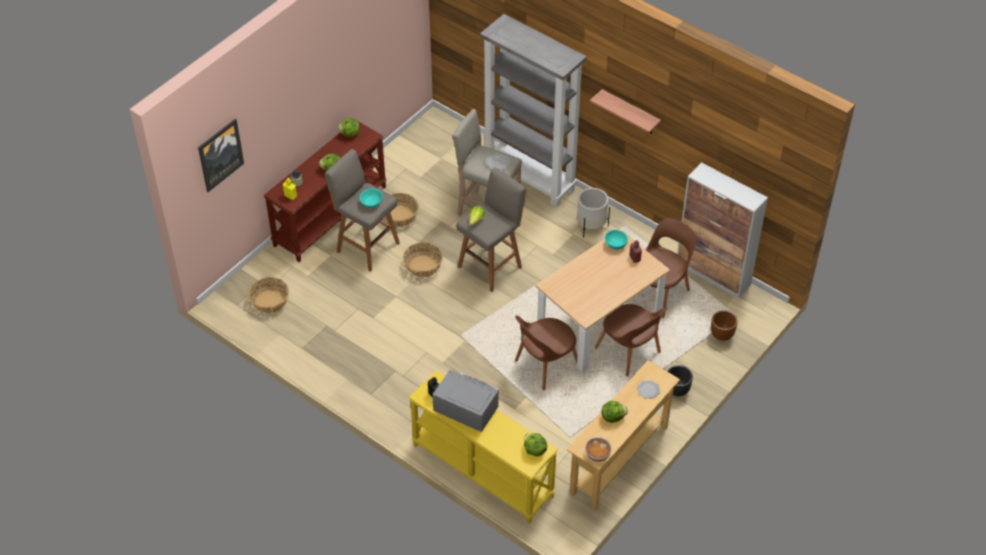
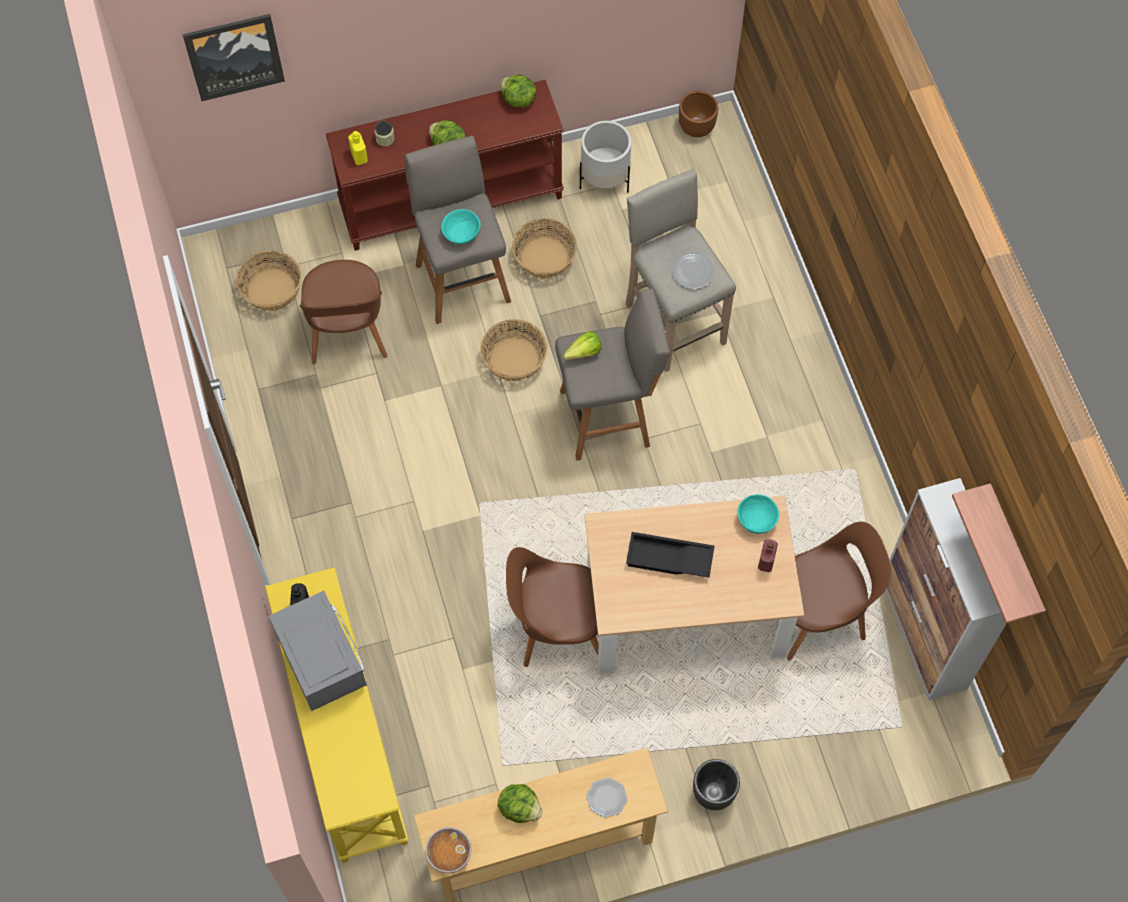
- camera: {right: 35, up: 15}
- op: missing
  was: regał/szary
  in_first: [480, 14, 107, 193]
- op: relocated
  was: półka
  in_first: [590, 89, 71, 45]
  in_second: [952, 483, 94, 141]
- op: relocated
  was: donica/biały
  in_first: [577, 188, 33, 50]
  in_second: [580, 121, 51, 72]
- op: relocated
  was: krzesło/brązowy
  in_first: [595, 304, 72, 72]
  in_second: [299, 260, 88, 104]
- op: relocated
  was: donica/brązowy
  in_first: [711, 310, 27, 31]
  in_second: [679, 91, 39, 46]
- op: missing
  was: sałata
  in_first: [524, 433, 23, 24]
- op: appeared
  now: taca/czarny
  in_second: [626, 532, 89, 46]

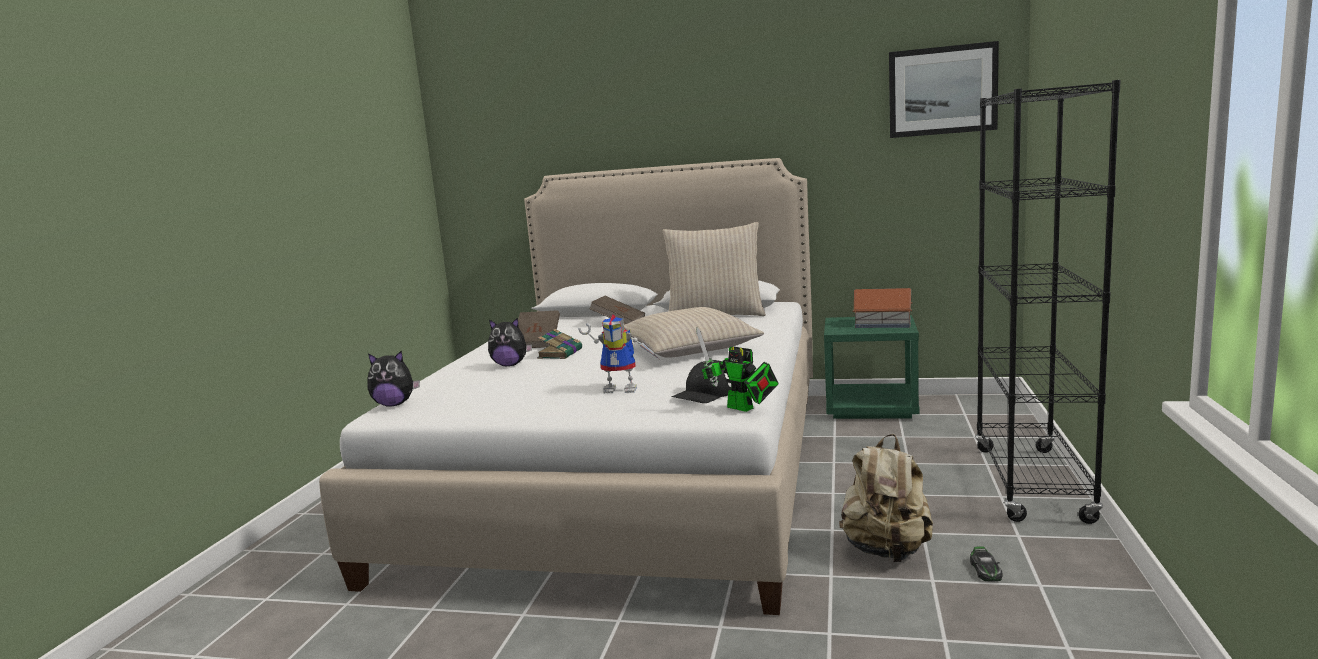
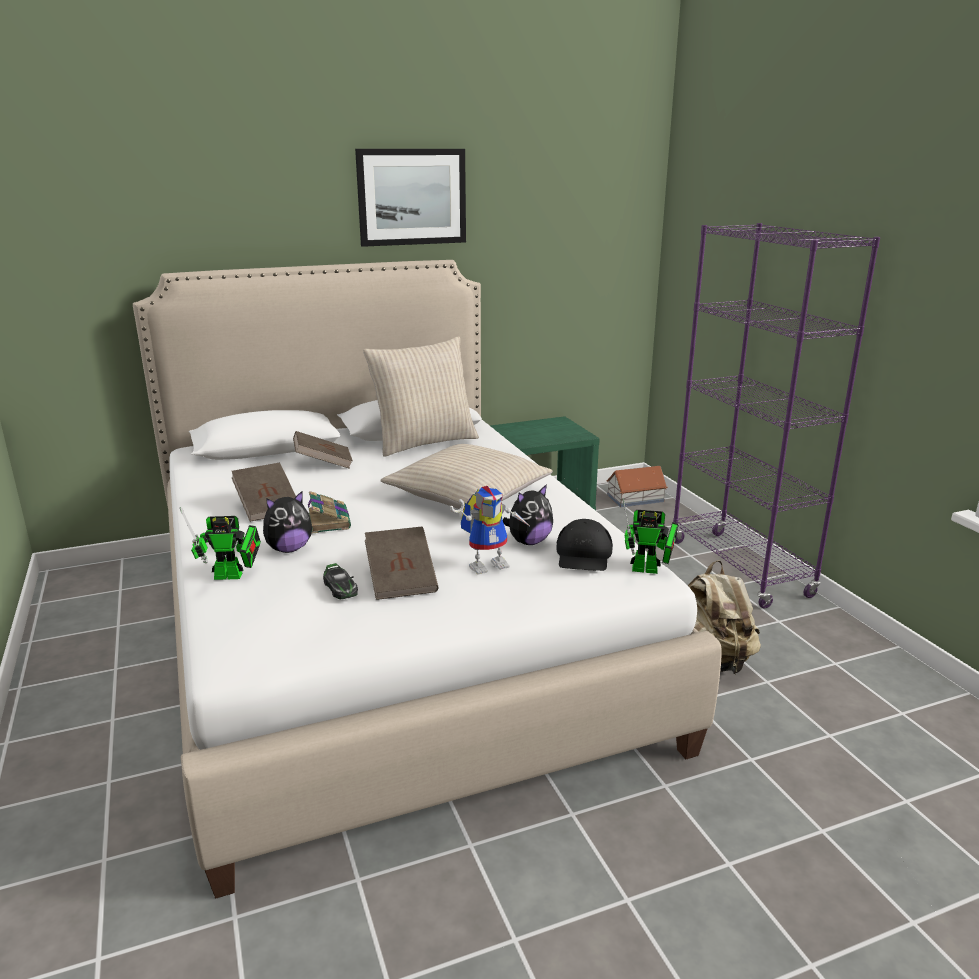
- camera: {right: -35, up: 10}
- op: relocated
  was: obraz
  in_first: [889, 41, 110, 97]
  in_second: [355, 149, 111, 98]
- op: colour
  was: regał/czarny
  now: regał/fioletowy
  in_first: [975, 80, 146, 444]
  in_second: [673, 223, 207, 385]
- op: relocated
  was: domek
  in_first: [853, 288, 59, 40]
  in_second: [607, 466, 61, 41]
- op: relocated
  was: pluszak
  in_first: [368, 351, 52, 56]
  in_second: [503, 484, 50, 61]
- op: relocated
  was: samochodzik
  in_first: [970, 547, 33, 35]
  in_second: [323, 563, 35, 36]
- op: appeared
  now: robot zabawkowy
  in_second: [180, 507, 81, 73]
- op: appeared
  now: książka/brązowy
  in_second: [365, 527, 74, 73]

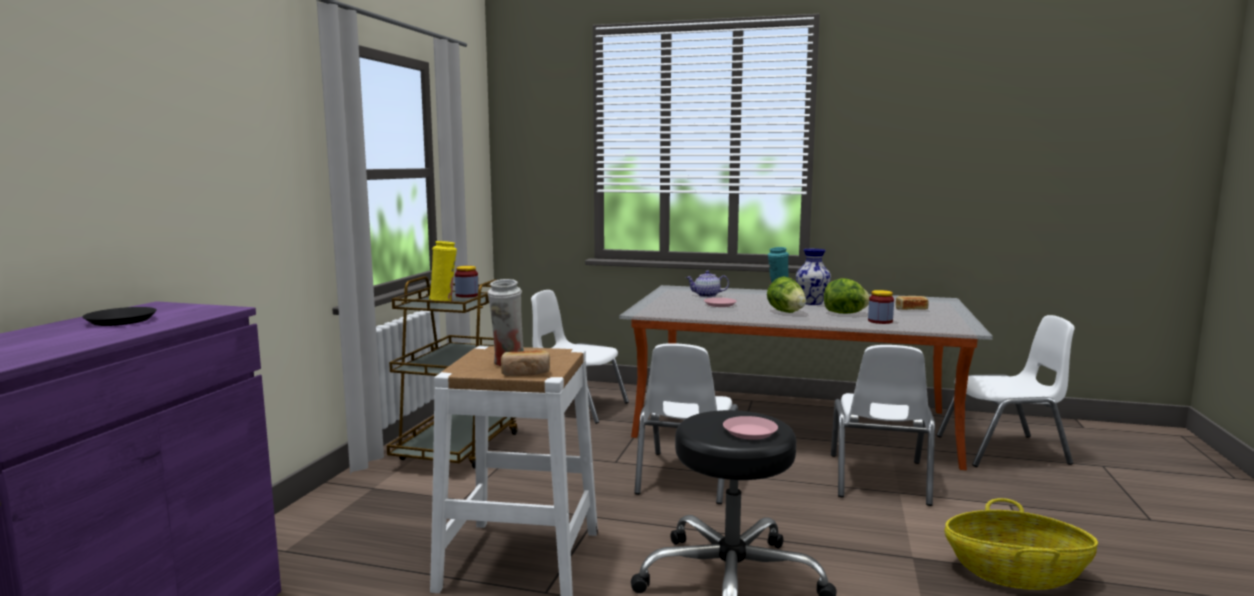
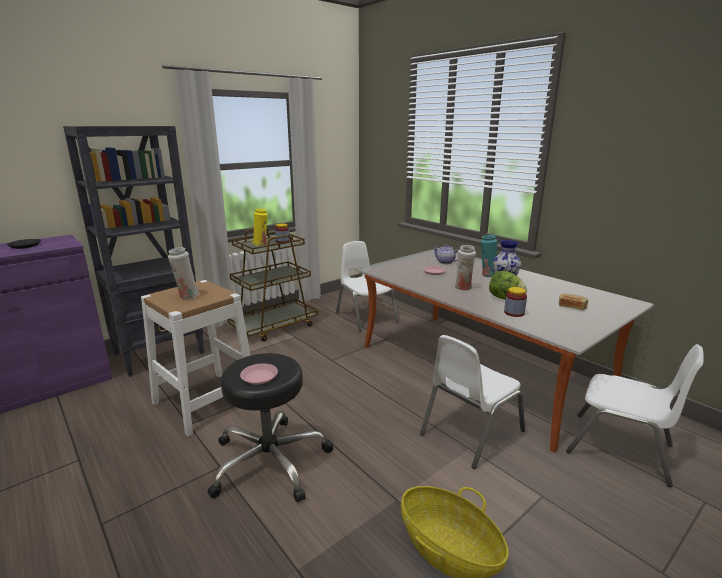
- camera: {right: 35, up: 10}
- op: exchanged
  was: sałata
  now: wazon/biały
  in_first: [767, 277, 39, 36]
  in_second: [455, 245, 21, 45]
- op: missing
  was: krzesło/biały
  in_first: [634, 343, 104, 161]
- op: missing
  was: chleb
  in_first: [501, 350, 49, 26]
- op: appeared
  now: regał/czarny
  in_second: [63, 126, 142, 251]

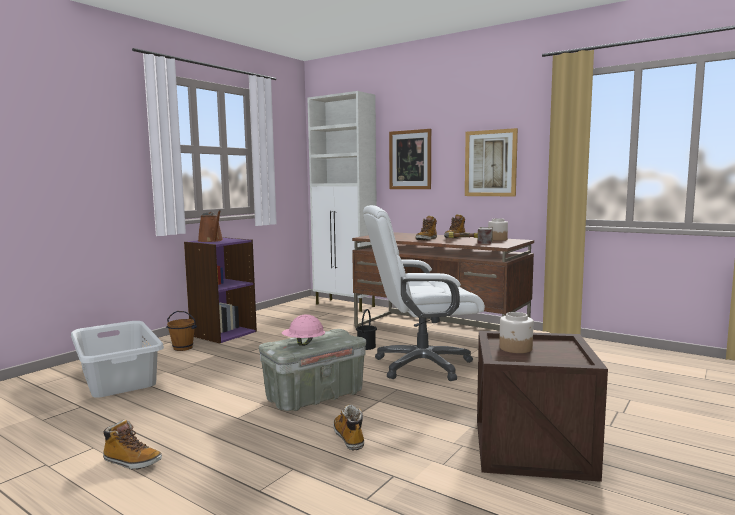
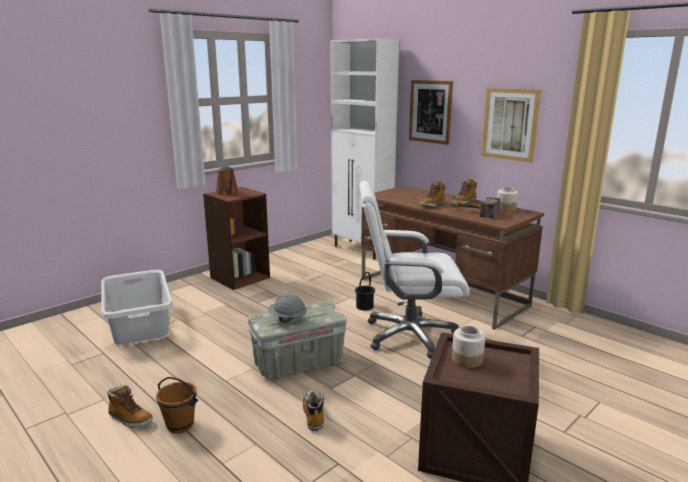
- camera: {right: 10, up: 10}
- op: colour
  was: regał/fioletowy
  now: regał/brązowy
  in_first: [184, 237, 73, 107]
  in_second: [203, 187, 67, 103]
- op: relocated
  was: wiadro/brązowy
  in_first: [166, 311, 31, 40]
  in_second: [156, 377, 42, 56]
- op: colour
  was: kask/różowy
  now: kask/szary
  in_first: [282, 314, 43, 32]
  in_second: [267, 294, 40, 29]

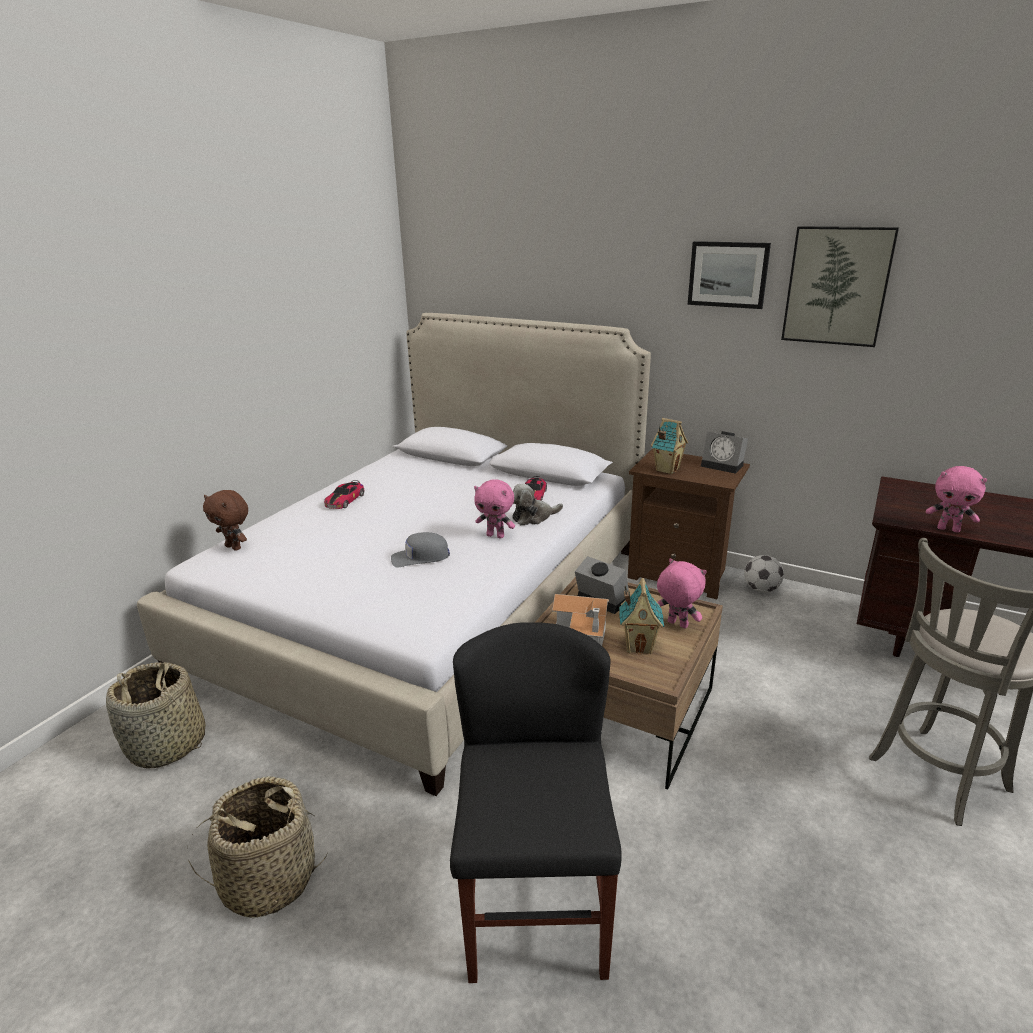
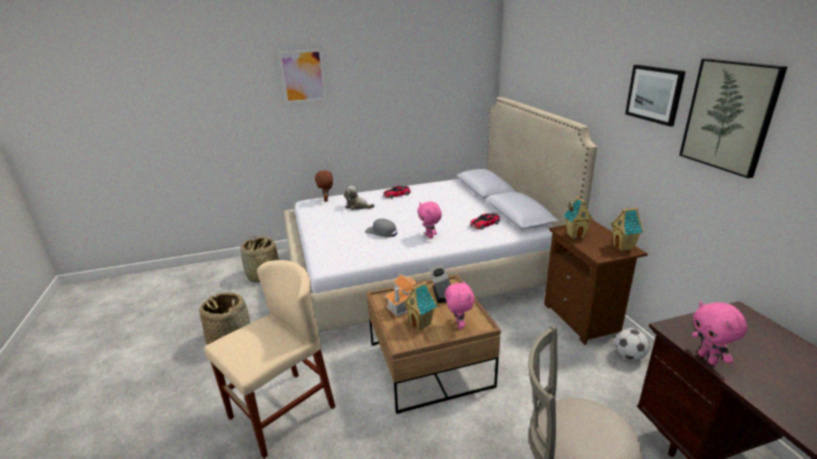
- camera: {right: 45, up: 0}
- op: exchanged
  was: budzik
  now: domek
  in_first: [701, 431, 47, 43]
  in_second: [610, 208, 34, 43]
- op: relocated
  was: pluszak
  in_first: [512, 484, 51, 42]
  in_second: [344, 186, 31, 24]
- op: colour
  was: krzesło/czarny
  now: krzesło/beżowy
  in_first: [450, 622, 172, 361]
  in_second: [204, 260, 131, 198]
- op: appeared
  now: obraz
  in_second: [279, 49, 48, 54]

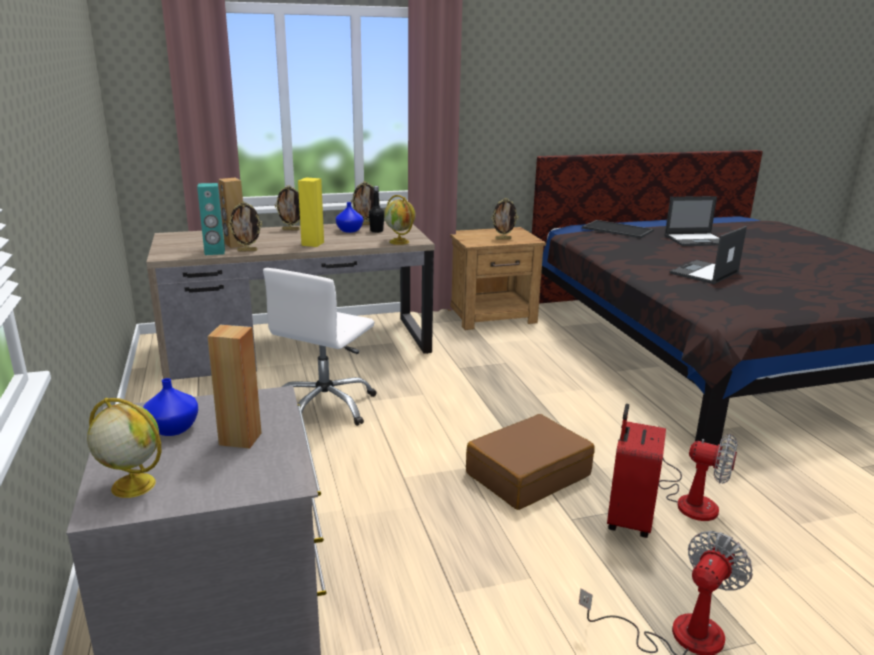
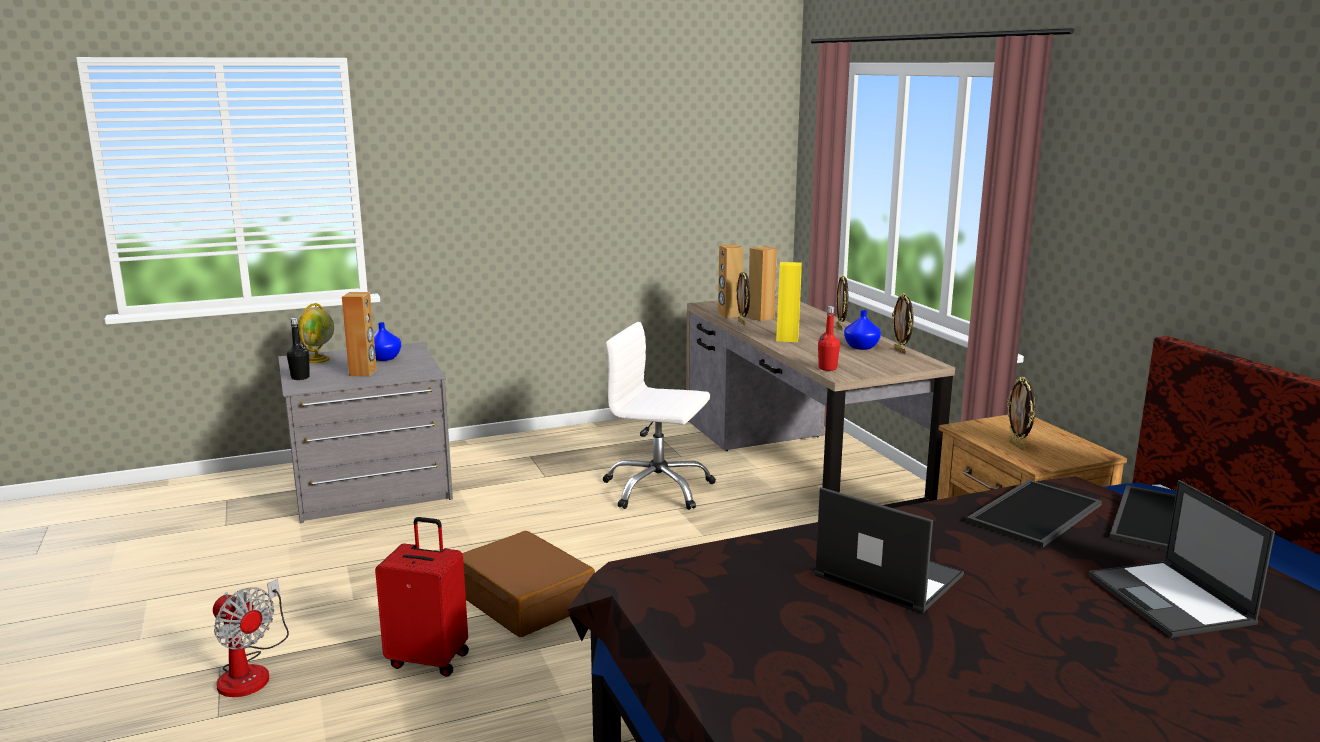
- camera: {right: 85, up: -5}
- op: colour
  was: głośnik/turkusowy
  now: głośnik/brązowy
  in_first: [197, 183, 28, 72]
  in_second: [718, 244, 25, 74]
- op: relocated
  was: butelka/czarny
  in_first: [369, 186, 15, 47]
  in_second: [287, 318, 23, 62]
- op: exchanged
  was: globus
  now: butelka/czerwony
  in_first: [384, 195, 31, 50]
  in_second: [818, 306, 22, 65]
- op: missing
  was: wentylator
  in_first: [659, 434, 79, 87]
- op: appeared
  now: taca
  in_second: [966, 480, 136, 68]

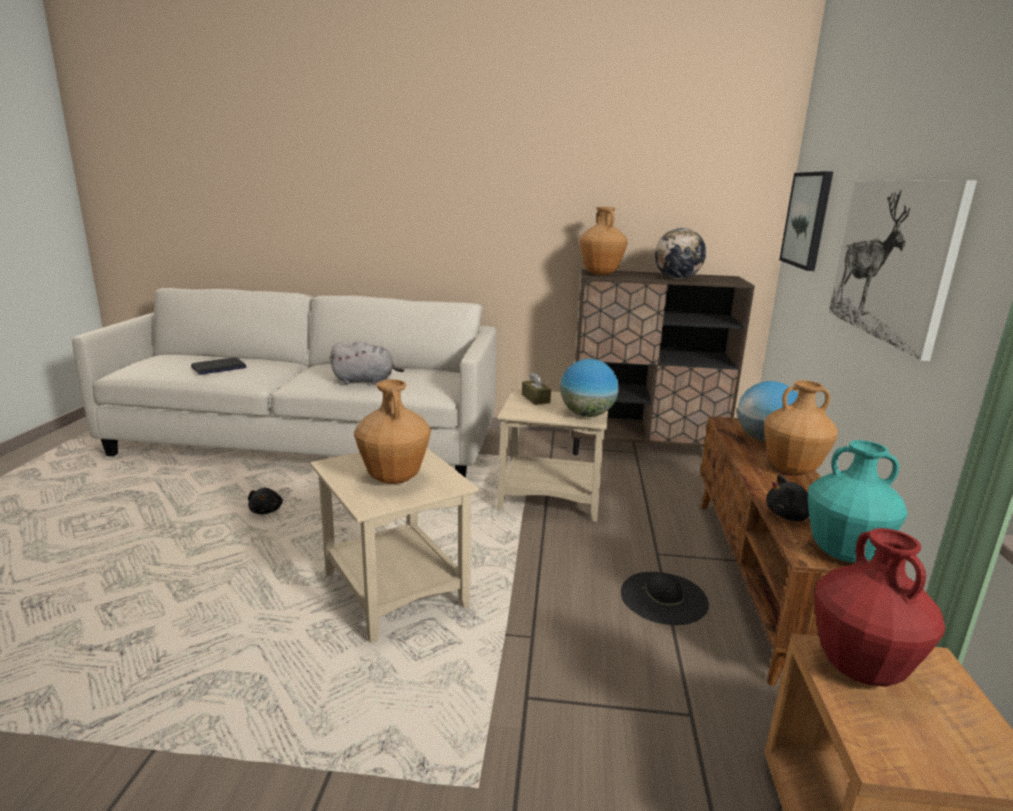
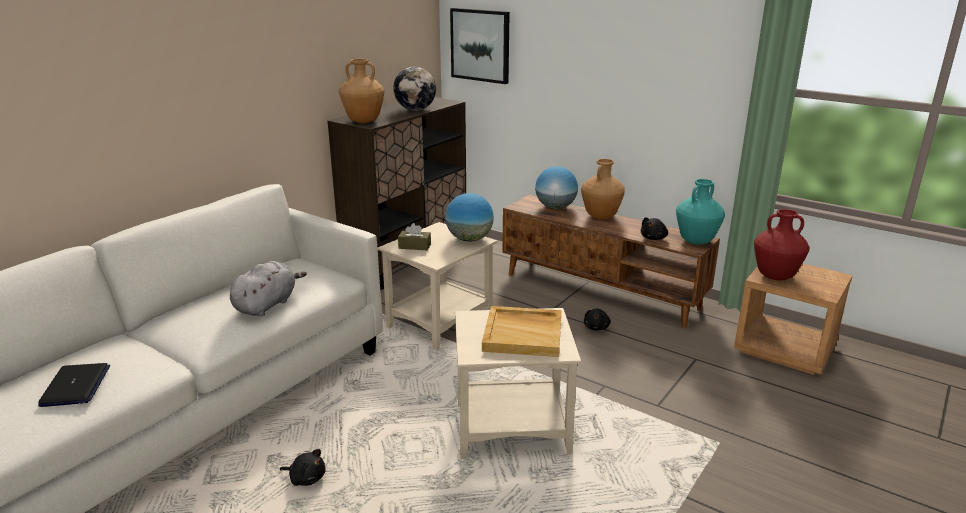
- camera: {right: -60, up: 5}
- op: missing
  was: obraz
  in_first: [829, 180, 148, 181]
- op: exchanged
  was: wazon/brązowy
  now: taca/beżowy
  in_first: [354, 379, 77, 105]
  in_second: [482, 306, 80, 51]
- op: exchanged
  was: kapelusz/czarny
  now: pluszak/czarny
  in_first: [621, 572, 88, 53]
  in_second: [584, 309, 27, 22]

